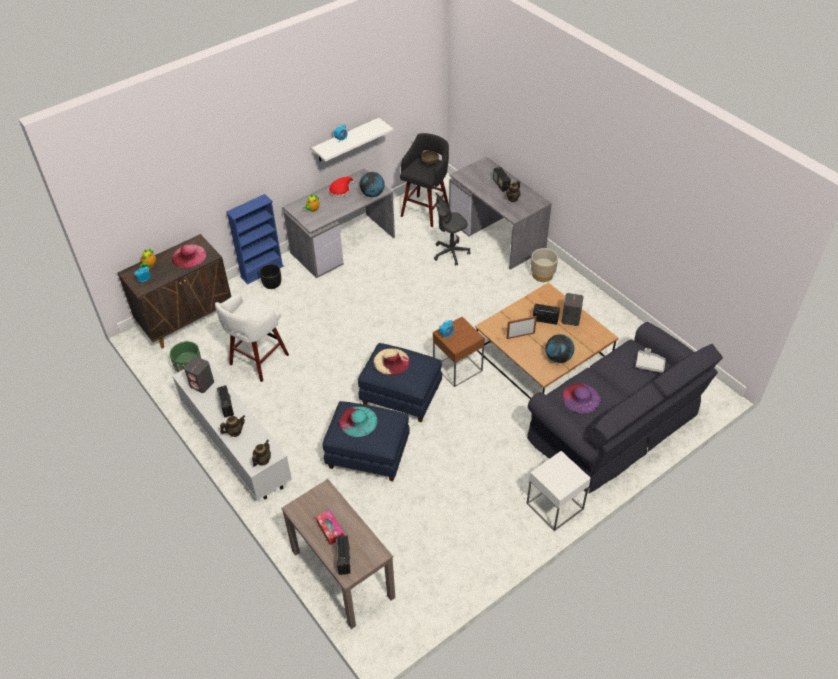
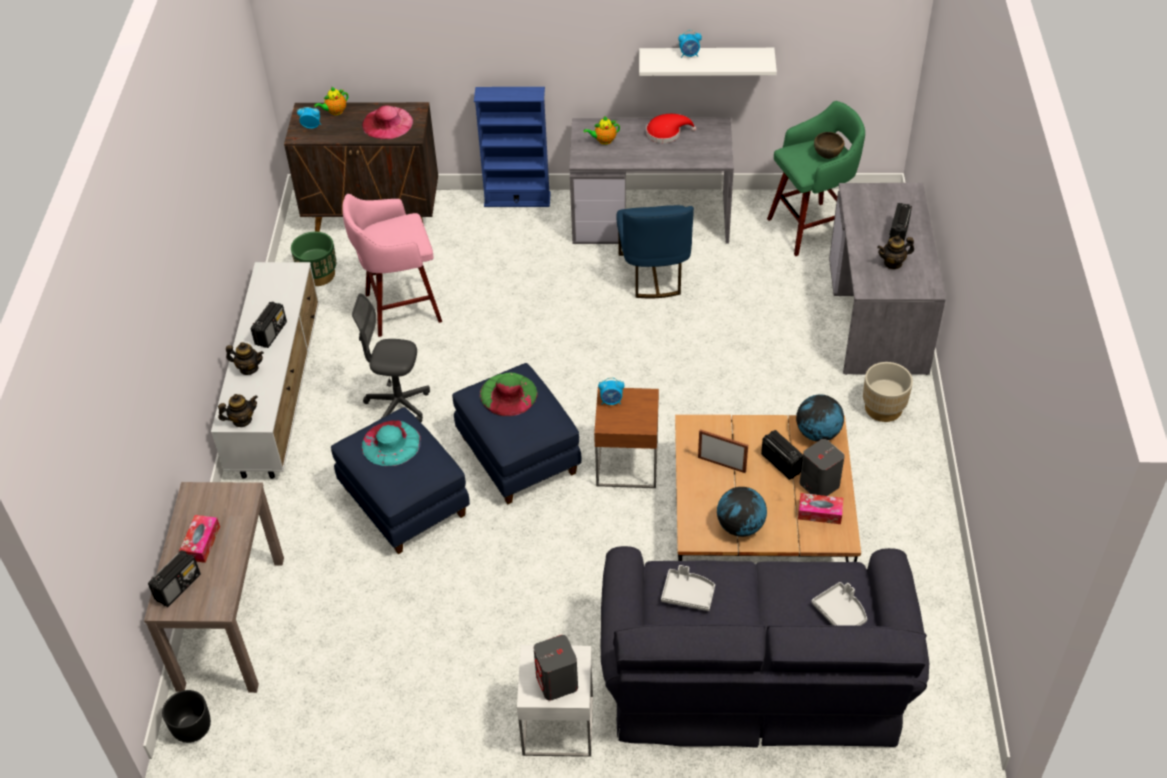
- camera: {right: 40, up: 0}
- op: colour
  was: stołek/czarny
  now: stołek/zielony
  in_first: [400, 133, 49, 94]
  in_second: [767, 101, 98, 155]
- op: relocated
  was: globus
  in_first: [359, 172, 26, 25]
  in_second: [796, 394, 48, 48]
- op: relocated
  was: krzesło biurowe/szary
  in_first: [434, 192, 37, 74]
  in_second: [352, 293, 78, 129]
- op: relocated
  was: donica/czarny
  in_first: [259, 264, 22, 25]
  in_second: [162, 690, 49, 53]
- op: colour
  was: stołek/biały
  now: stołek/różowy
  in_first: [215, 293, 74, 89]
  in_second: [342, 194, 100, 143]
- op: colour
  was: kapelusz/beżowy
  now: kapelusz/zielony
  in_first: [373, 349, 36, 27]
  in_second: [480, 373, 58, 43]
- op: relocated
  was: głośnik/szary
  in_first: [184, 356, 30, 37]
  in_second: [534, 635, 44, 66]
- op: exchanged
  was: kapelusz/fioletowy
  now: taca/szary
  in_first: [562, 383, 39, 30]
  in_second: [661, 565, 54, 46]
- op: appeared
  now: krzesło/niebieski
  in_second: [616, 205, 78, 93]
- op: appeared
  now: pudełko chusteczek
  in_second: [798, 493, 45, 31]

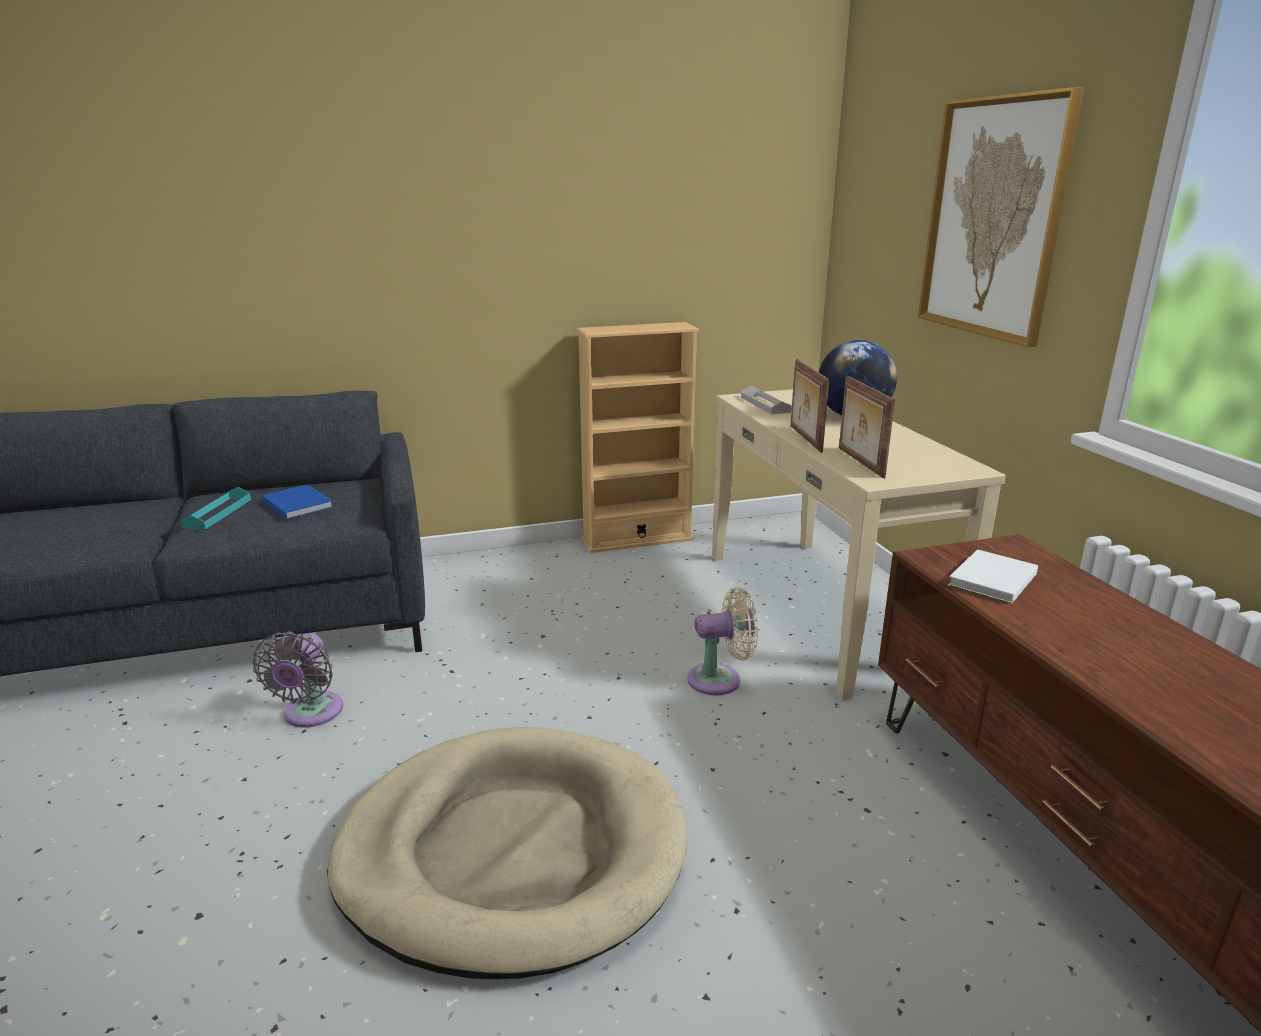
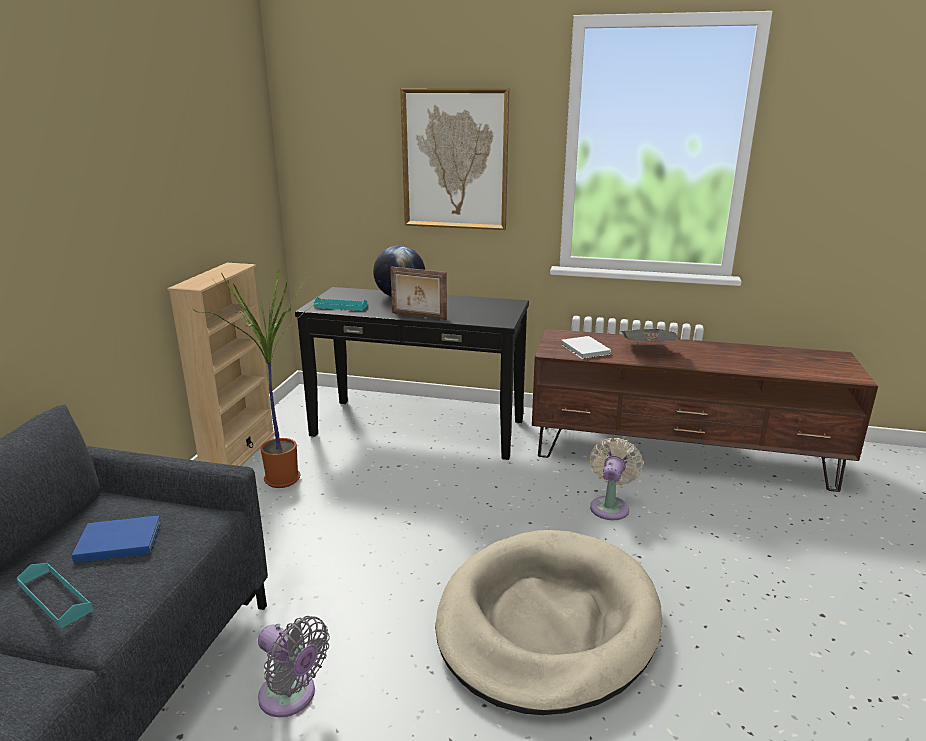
- camera: {right: -60, up: 0}
- op: missing
  was: ramka na zdjęcie
  in_first: [839, 376, 56, 102]
- op: colour
  was: taca/szary
  now: taca/turkusowy
  in_first: [741, 386, 51, 29]
  in_second: [314, 297, 53, 14]
- op: colour
  was: stolik konsolowy/beżowy
  now: stolik konsolowy/czarny
  in_first: [712, 389, 294, 312]
  in_second: [295, 287, 234, 173]
- op: relocated
  was: wentylator/beżowy
  in_first: [688, 587, 70, 109]
  in_second: [590, 438, 53, 82]
- op: appeared
  now: roślina doniczkowa
  in_second: [192, 269, 129, 219]
- op: appeared
  now: gazeta
  in_second: [621, 329, 59, 13]

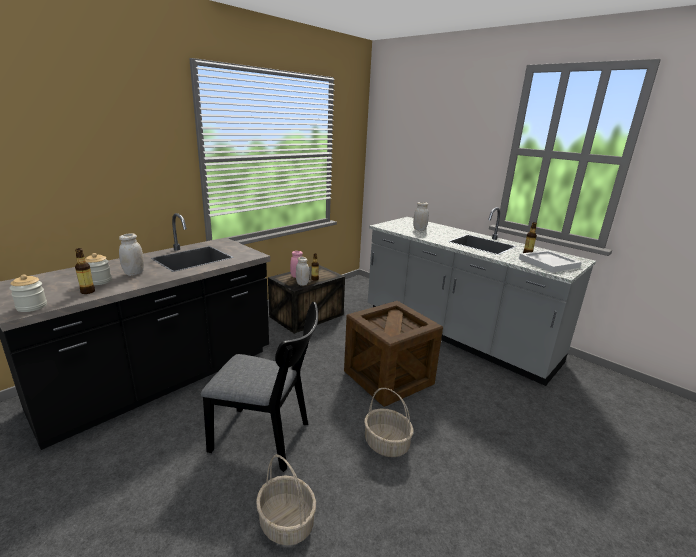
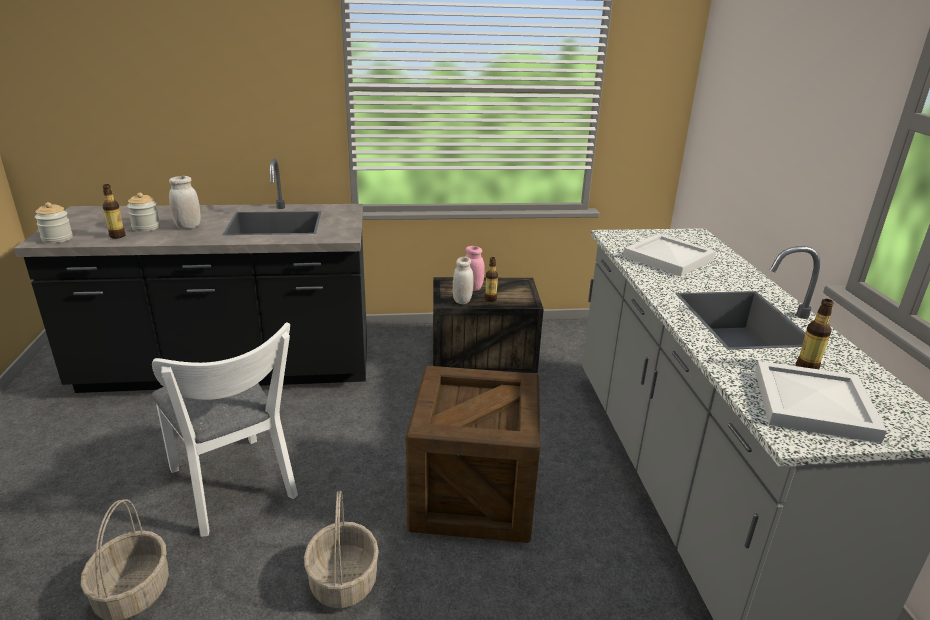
- camera: {right: 40, up: 5}
- op: exchanged
  was: słoik/biały
  now: taca/biały
  in_first: [413, 202, 16, 29]
  in_second: [623, 234, 93, 43]
- op: colour
  was: krzesło/czarny
  now: krzesło/biały
  in_first: [201, 302, 117, 170]
  in_second: [152, 322, 146, 215]

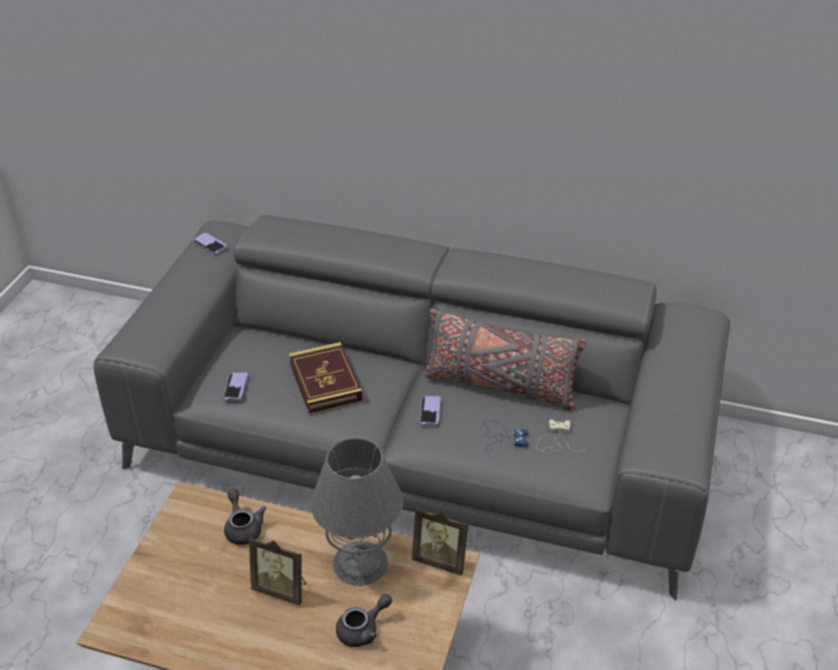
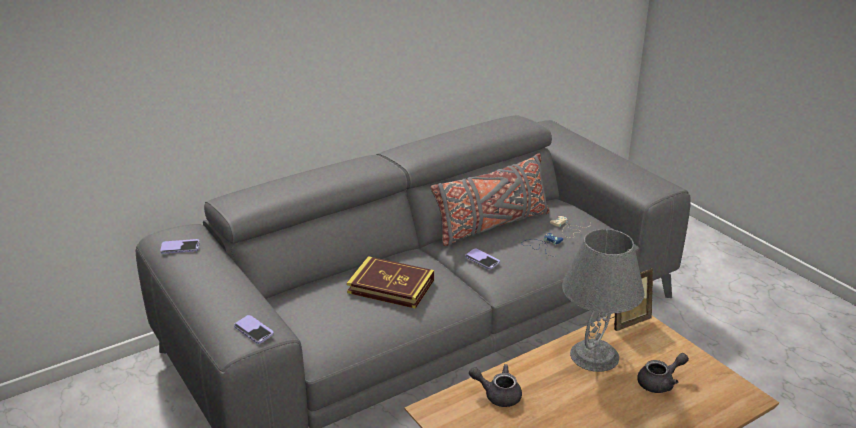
- camera: {right: -50, up: -10}
- op: relocated
  was: telefon
  in_first: [223, 372, 25, 29]
  in_second: [234, 315, 40, 29]
- op: missing
  was: ramka na zdjęcie
  in_first: [249, 537, 57, 69]
- op: spun
  was: imbryk/szary
  in_first: [336, 594, 56, 53]
  in_second: [637, 353, 52, 40]
  clockwise: 60

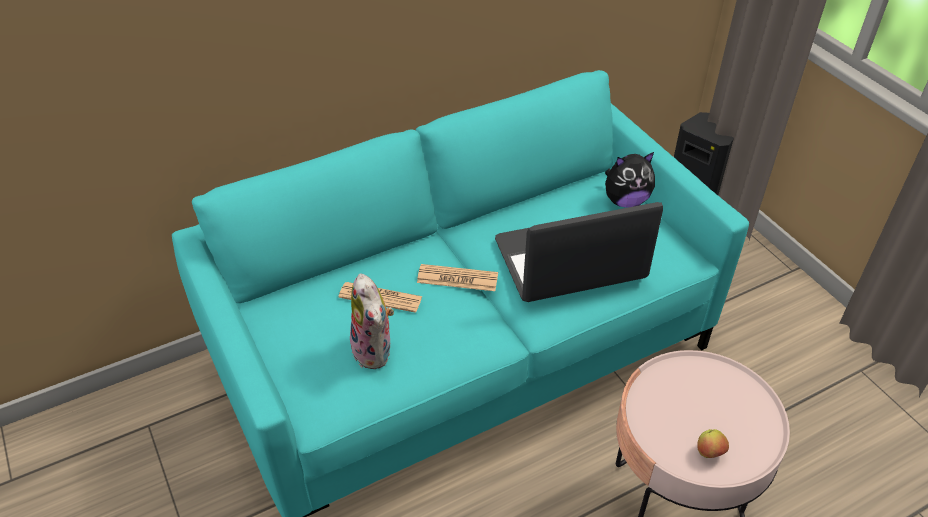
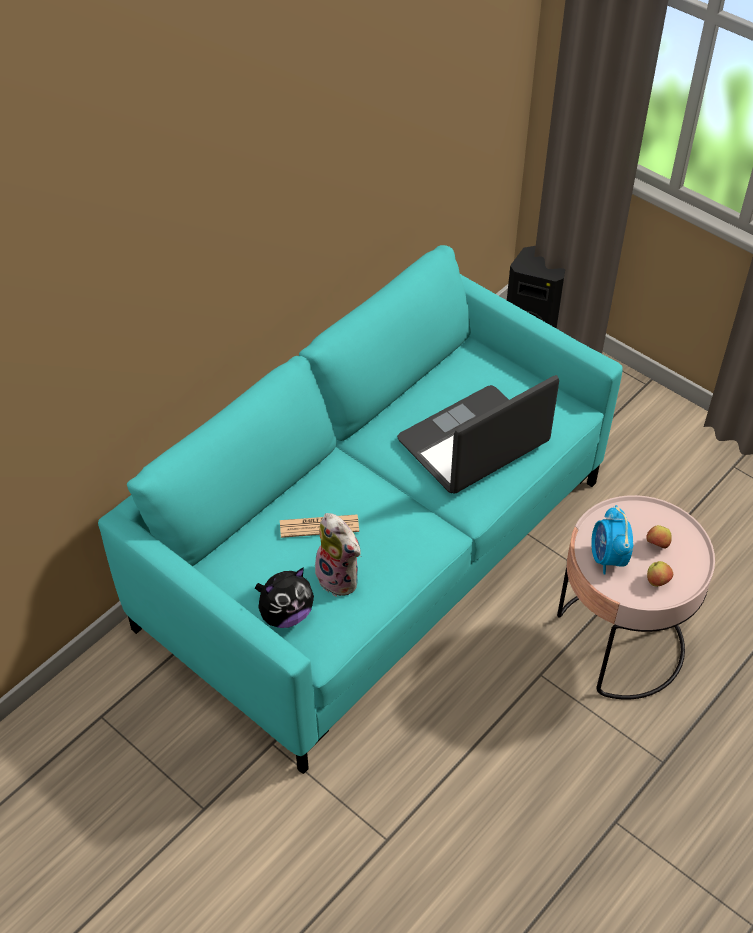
- camera: {right: -20, up: 5}
- op: relocated
  was: pluszak
  in_first: [605, 152, 50, 56]
  in_second: [255, 567, 59, 61]
- op: missing
  was: gazeta
  in_first: [417, 264, 81, 27]
- op: appeared
  now: budzik
  in_second: [591, 505, 42, 70]
- op: appeared
  now: jabłko
  in_second: [646, 525, 26, 24]

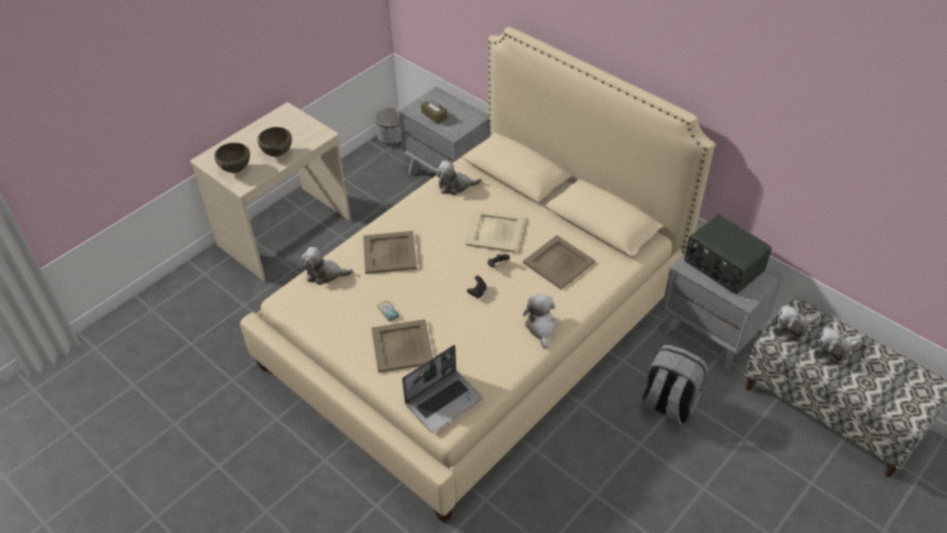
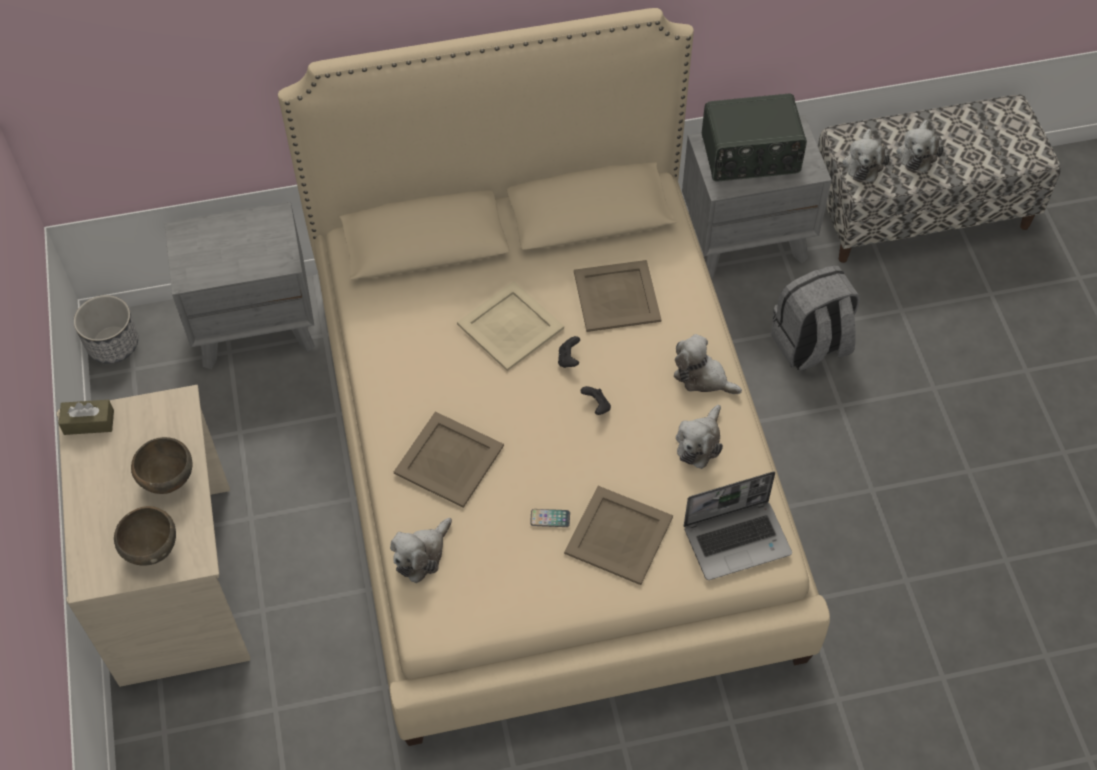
- camera: {right: -55, up: 10}
- op: relocated
  was: pudełko chusteczek/brązowy
  in_first: [421, 98, 27, 26]
  in_second: [59, 400, 55, 35]
- op: relocated
  was: pluszak
  in_first: [435, 161, 47, 34]
  in_second: [676, 405, 47, 64]
- op: spun
  was: laptop
  in_first: [402, 345, 81, 88]
  in_second: [684, 471, 108, 109]
  clockwise: 75

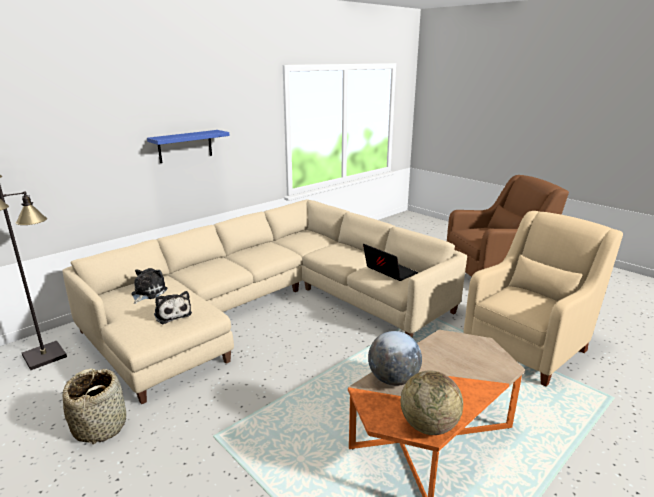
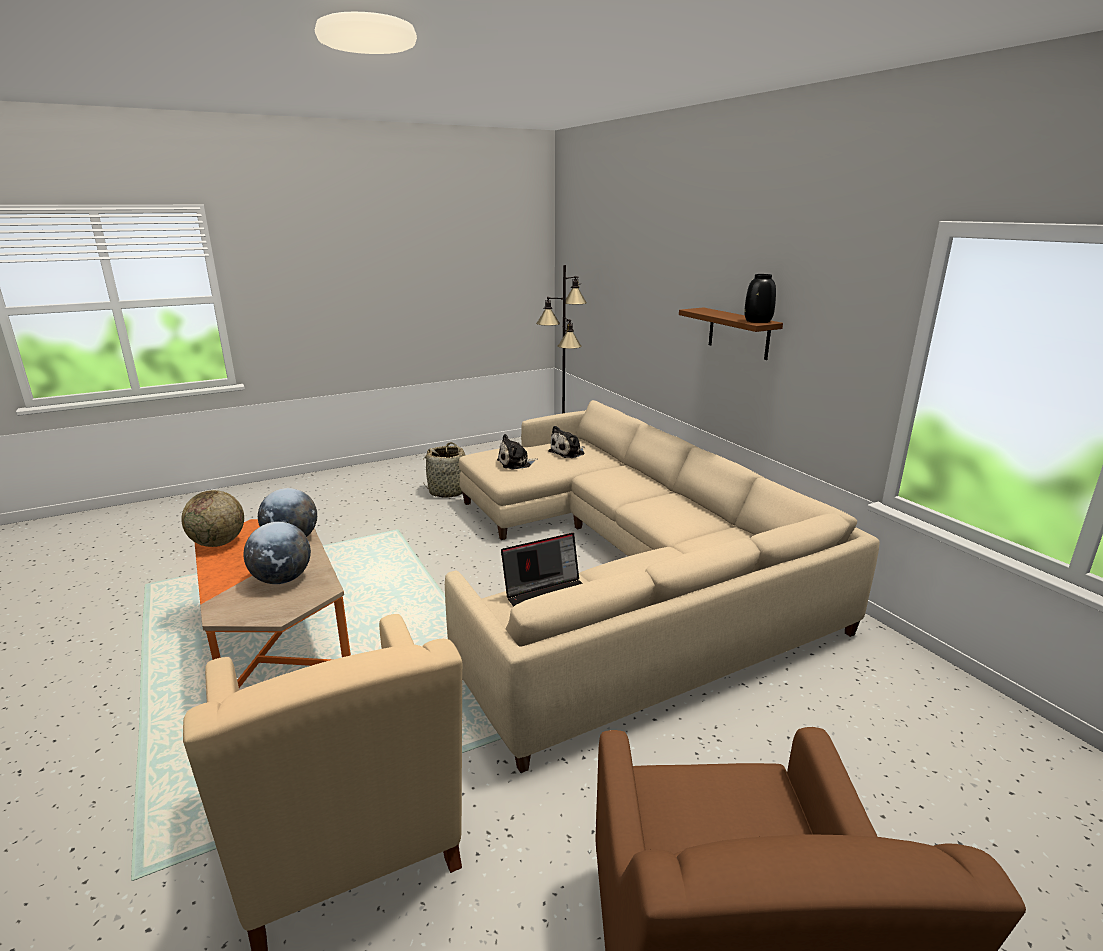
- camera: {right: 105, up: 0}
- op: colour
  was: półka/niebieski
  now: półka/brązowy
  in_first: [147, 130, 83, 33]
  in_second: [679, 307, 104, 53]
- op: spun
  was: pluszak
  in_first: [131, 268, 37, 36]
  in_second: [548, 426, 37, 32]
  clockwise: 105
- op: appeared
  now: wazon/czarny
  in_second: [744, 274, 32, 49]
- op: appeared
  now: globus
  in_second: [243, 522, 68, 62]

